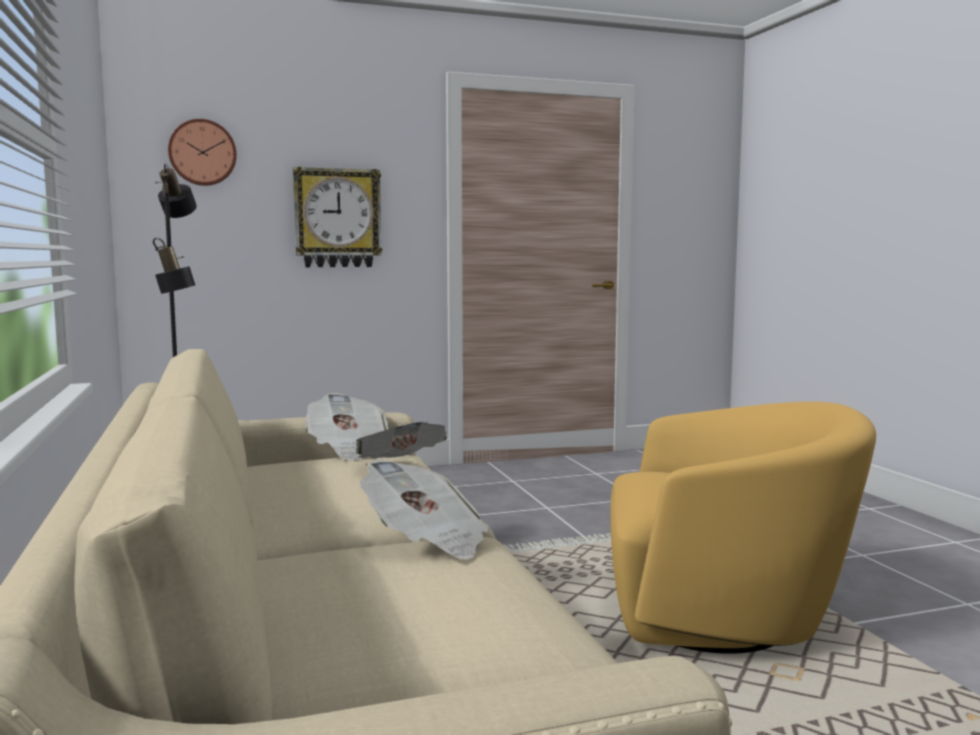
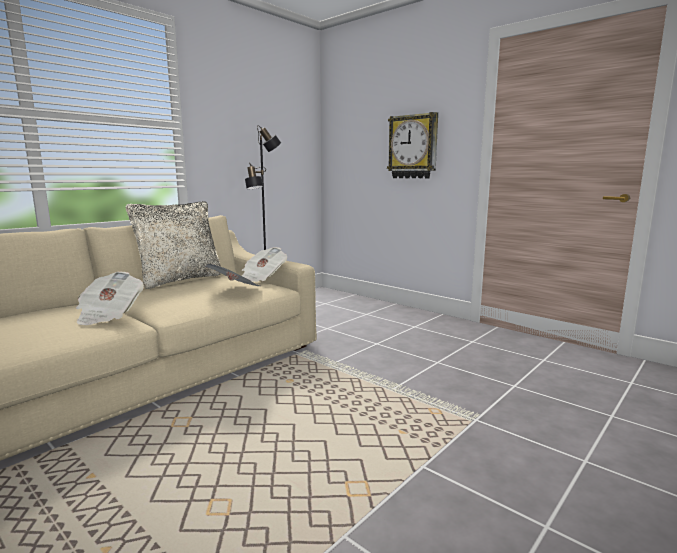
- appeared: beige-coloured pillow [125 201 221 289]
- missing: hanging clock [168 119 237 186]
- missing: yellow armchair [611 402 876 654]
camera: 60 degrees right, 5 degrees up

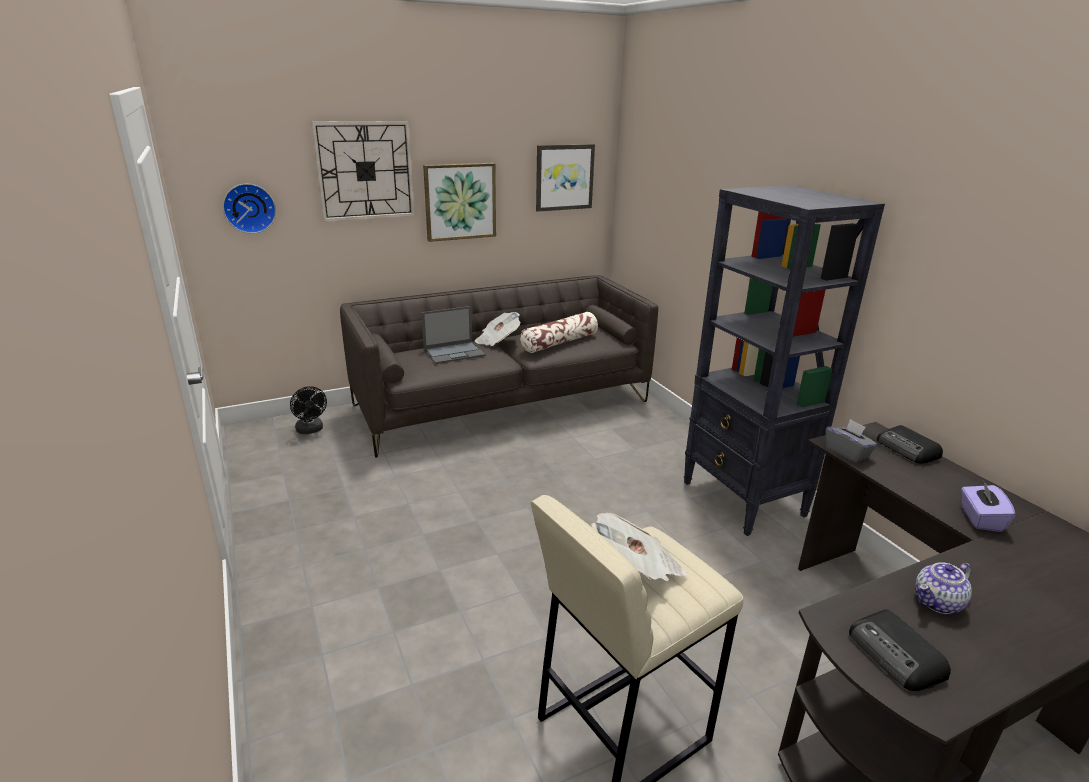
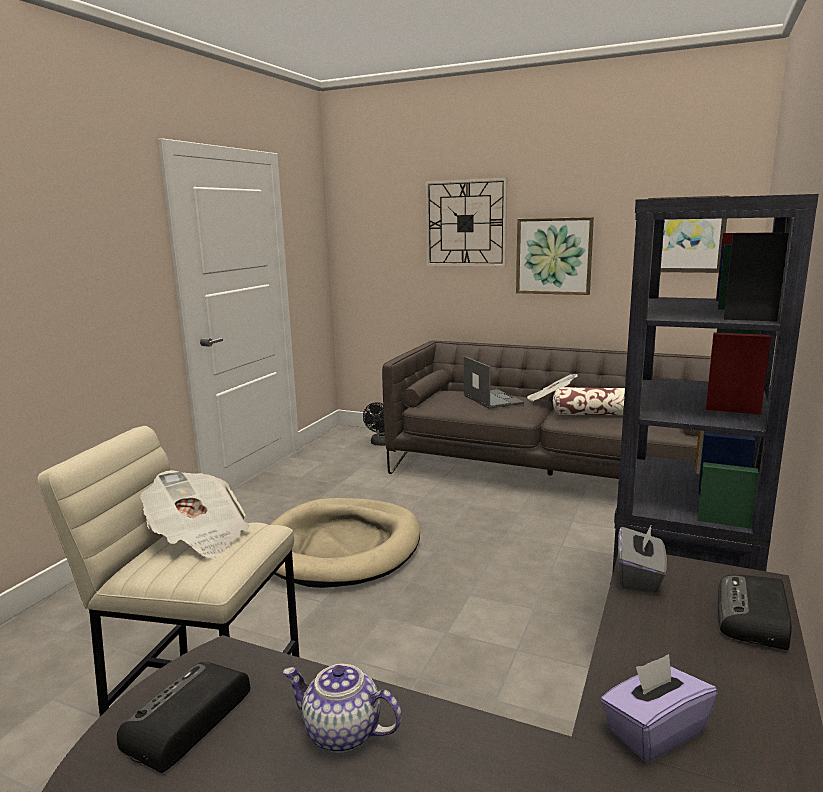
- appeared: beige-coloured dog cushion [270 498 420 588]
- spun: portable computer [421 306 486 364] = [464 356 524 409] 135 degrees counterclockwise
- missing: hanging clock [223 184 276 234]
camera: 50 degrees right, 10 degrees down

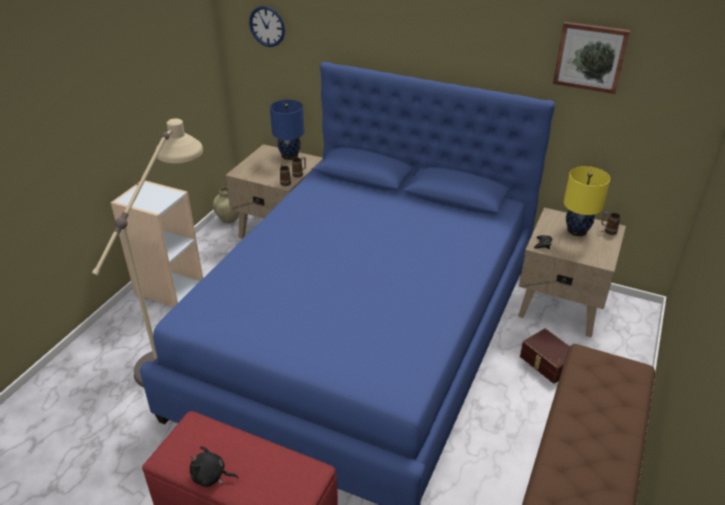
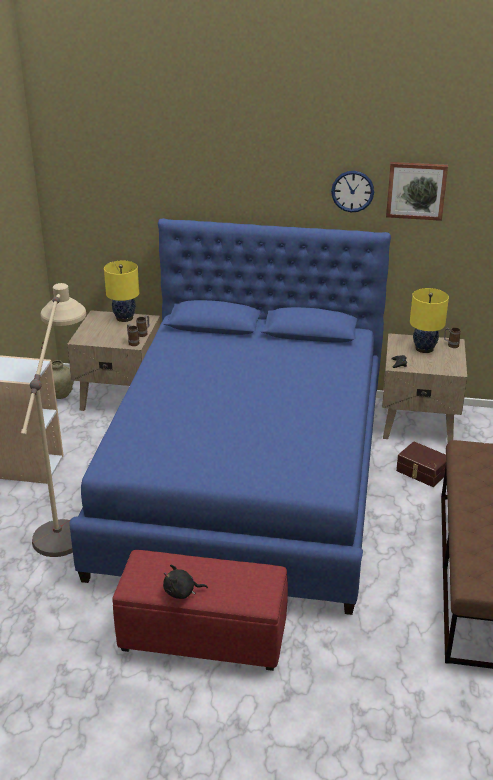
- colour: bluish table lamp [270 100 304 160] to yellow table lamp [104 261 139 322]
- relocated: hanging clock [249 6 285 47] to [331 171 374 212]
camera: 15 degrees left, 5 degrees down

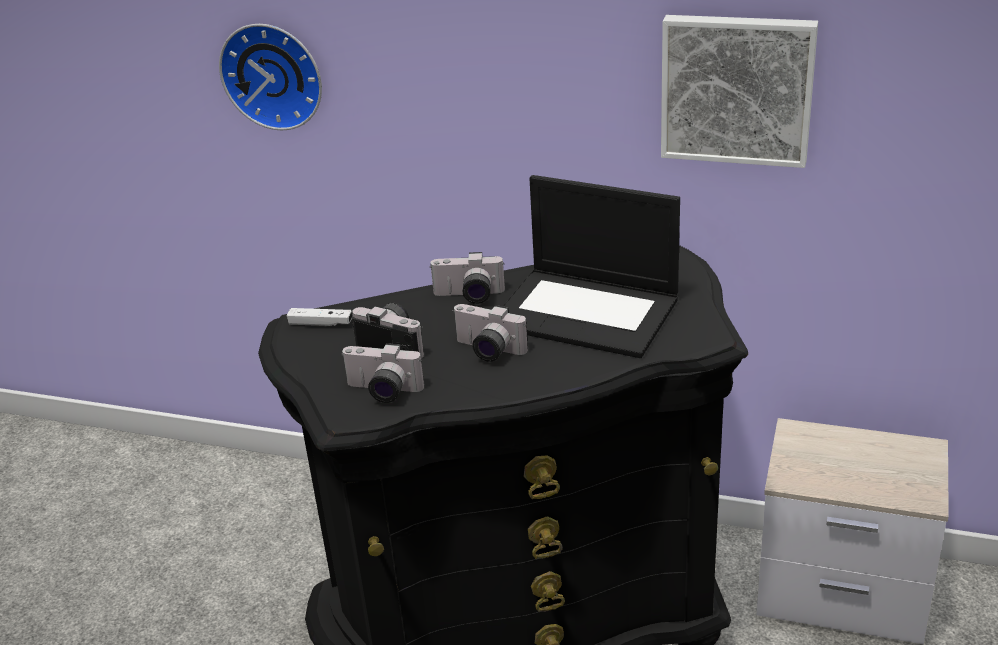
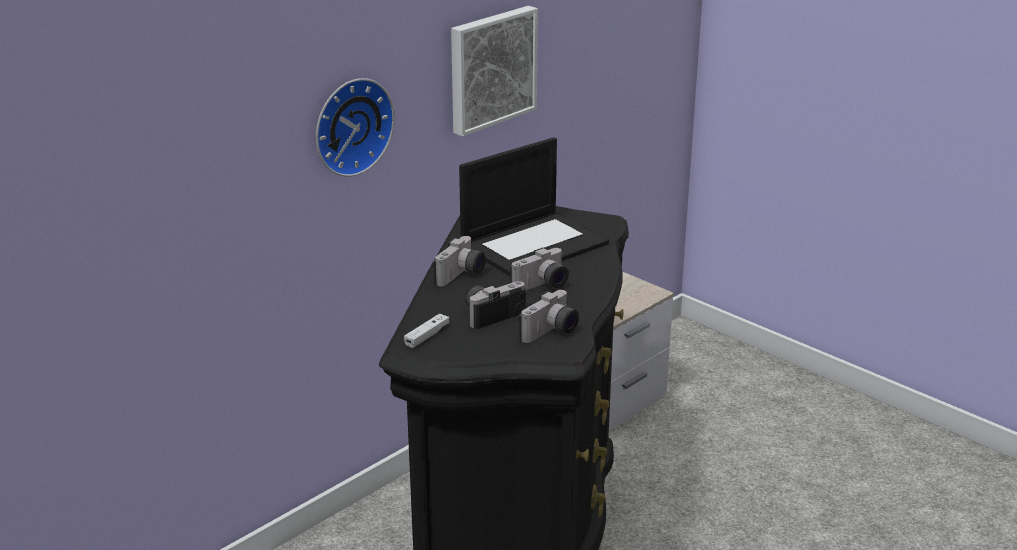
- relocated: hanging clock [219 24 322 130] to [316 78 395 177]
camera: 65 degrees left, 5 degrees down

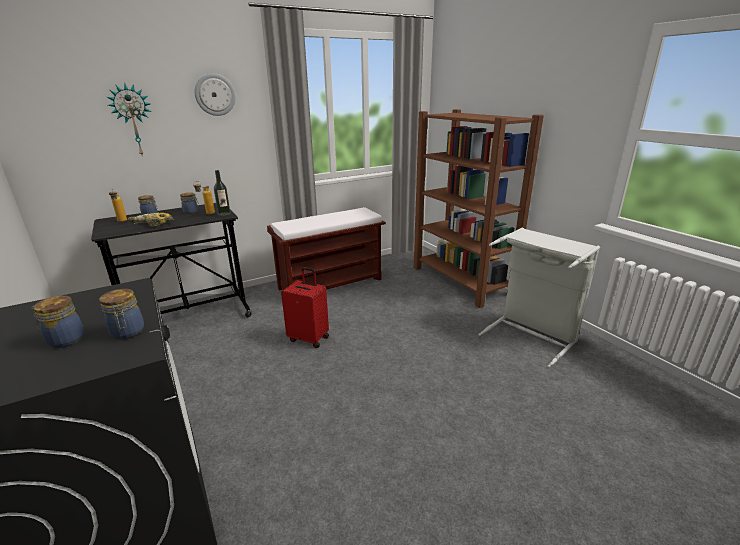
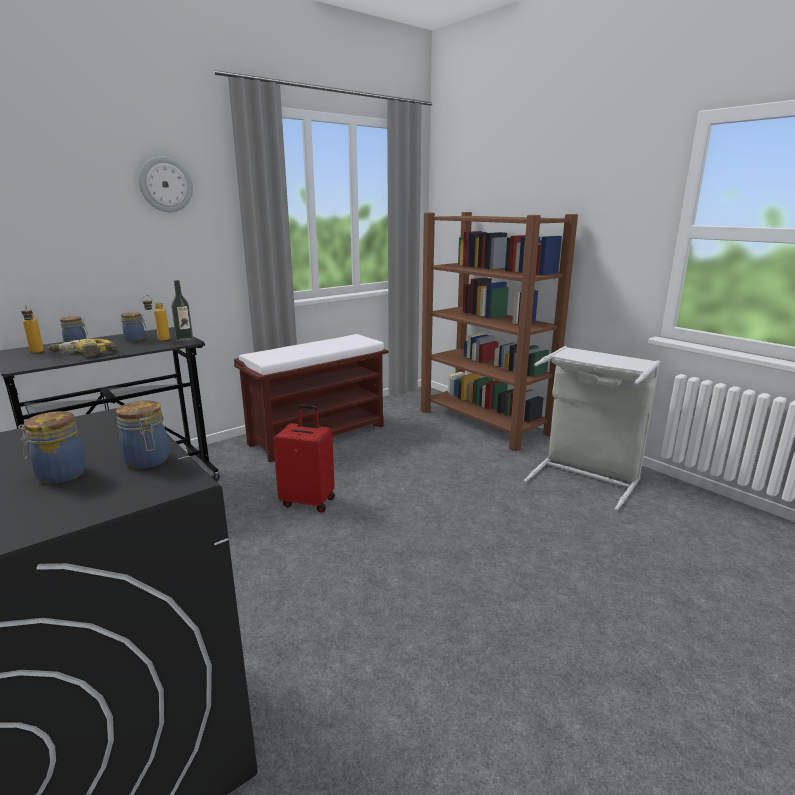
- missing: hanging clock [107 83 152 157]
camera: 10 degrees left, 5 degrees down

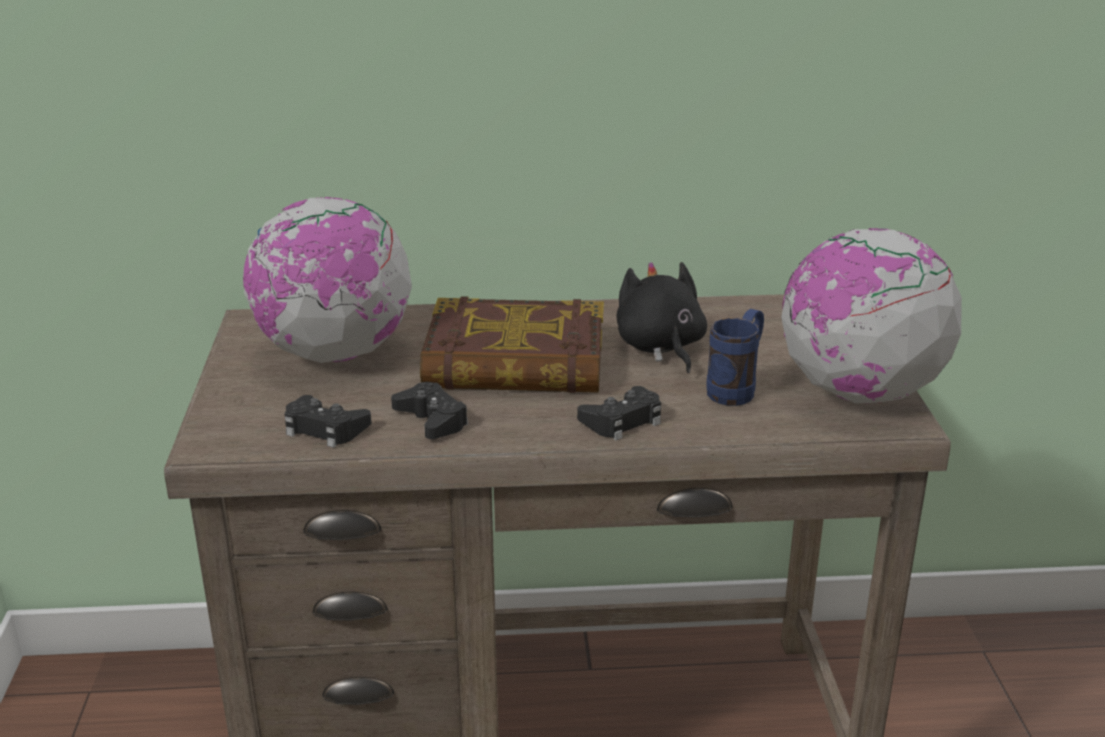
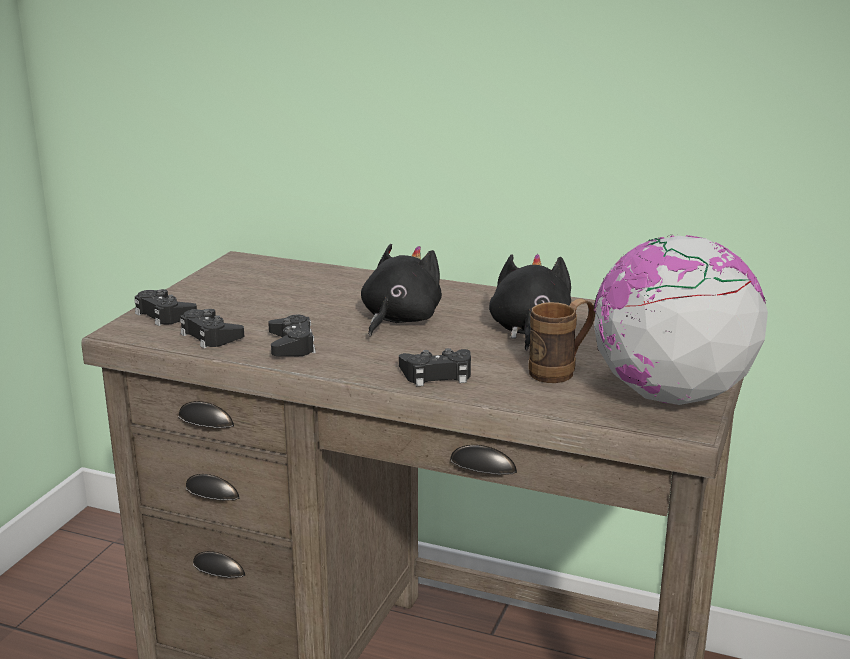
- appeared: black joypad [134 289 197 326]
- exchanged: volume [420 296 604 393] to black soft toy [361 244 442 337]
- colour: bluish tea mug [706 309 764 406] to brown-coloured tea mug [529 299 595 383]
- missing: desk globe [243 197 412 363]
camera: 25 degrees right, 5 degrees down

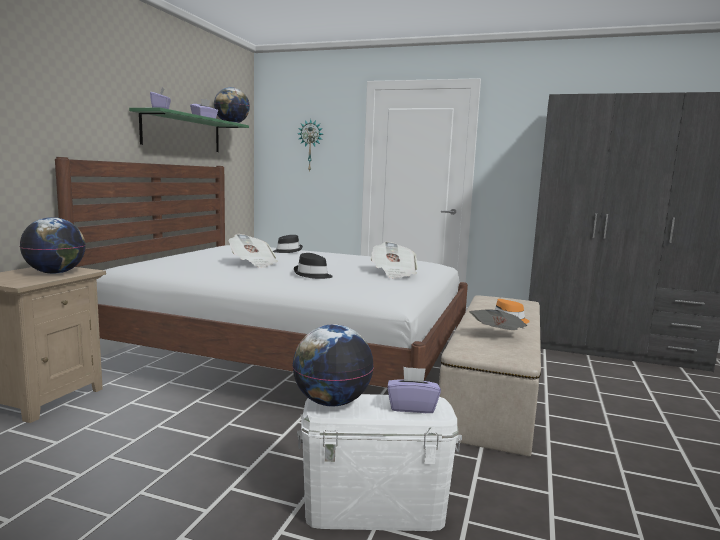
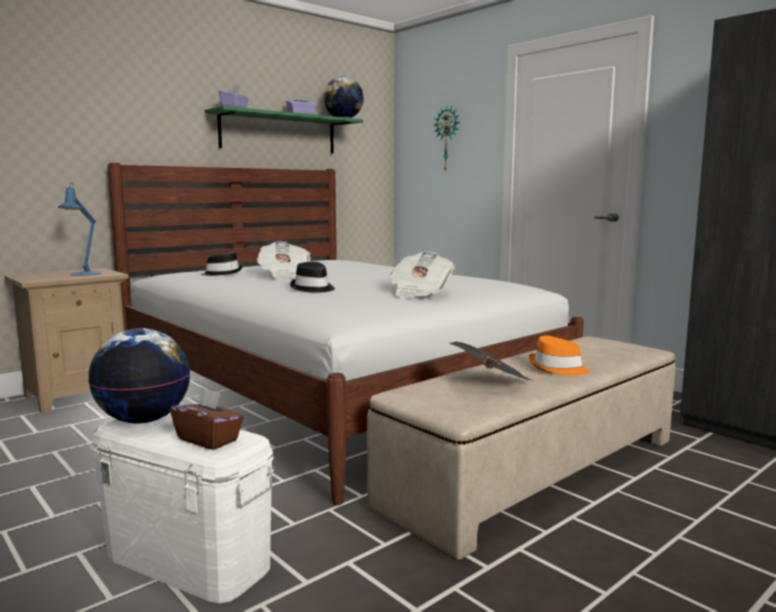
- exchanged: desk globe [20 217 86 274] to bluish table lamp [58 182 101 276]
- colour: purple box of tissues [387 367 441 413] to brown-coloured box of tissues [170 388 244 450]
- relocated: black hat [273 235 303 253] to [201 252 243 276]
camera: 30 degrees right, 0 degrees up

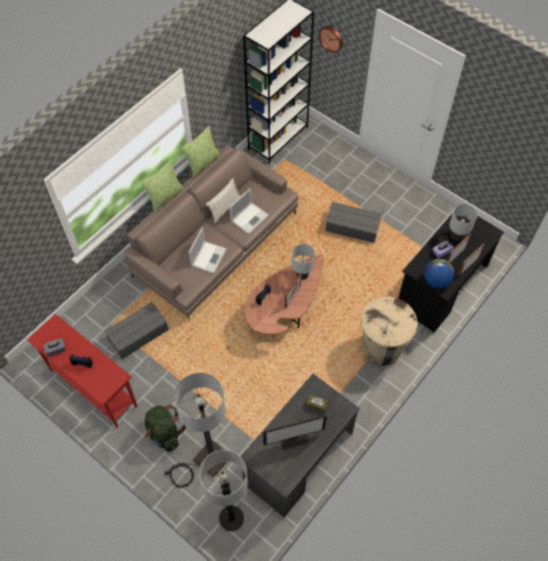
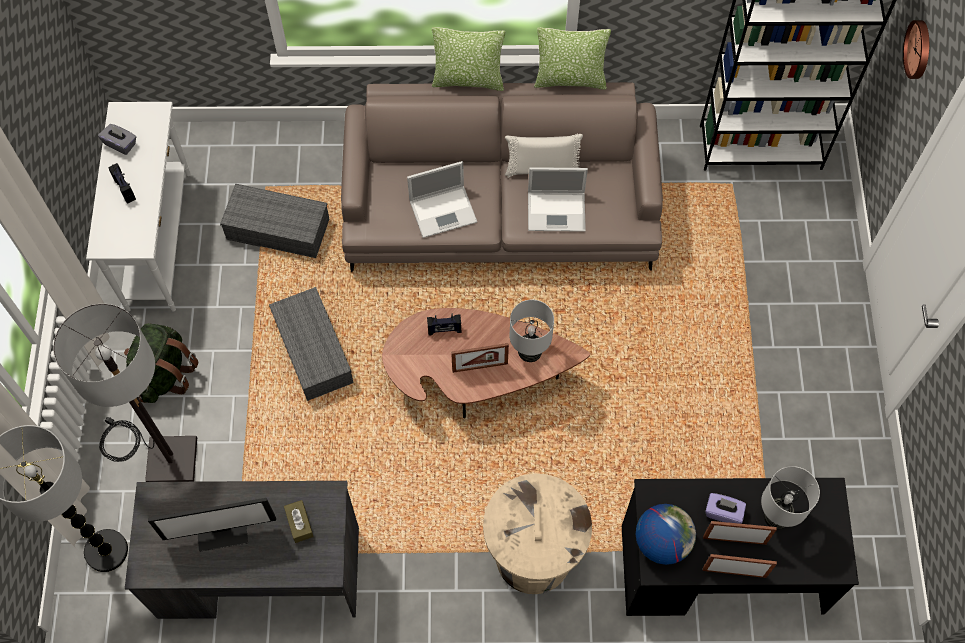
- colour: red-coloured hall table [27 314 137 427] to white-coloured hall table [86 102 190 312]
- spun: computer display [263 415 327 451] = [148 498 276 552] 45 degrees counterclockwise
- relocated: gray storage bin [325 202 382 243] to [269 287 354 401]
camera: 50 degrees right, 5 degrees up

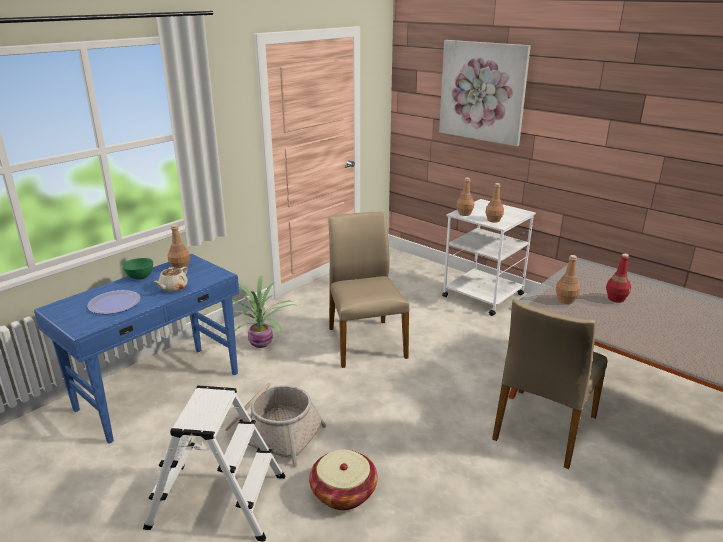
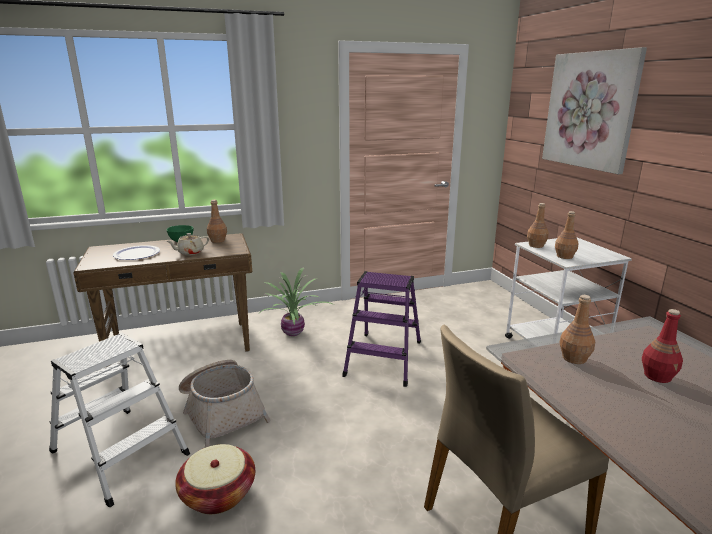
- colour: bluish hall table [34 254 239 443] to brown-coloured hall table [73 233 252 367]
- exchanged: beige-coloured upright chair [329 212 409 368] to purple step stool [342 271 421 387]
camera: 30 degrees right, 5 degrees down

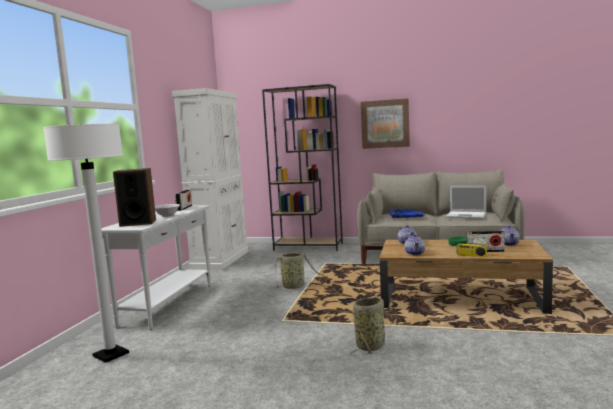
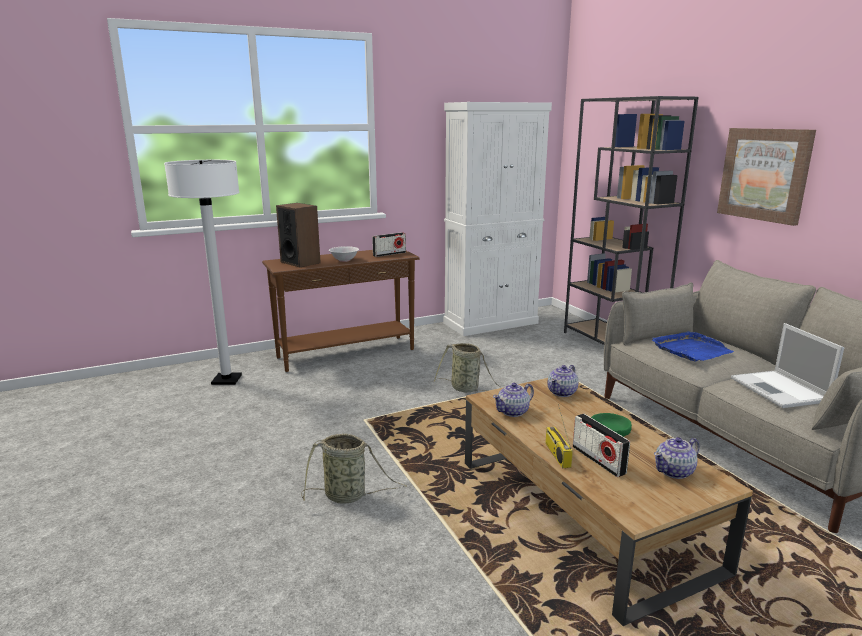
- colour: white-coloured hall table [101 205 211 330] to brown-coloured hall table [262 250 419 373]
camera: 50 degrees right, 10 degrees up

